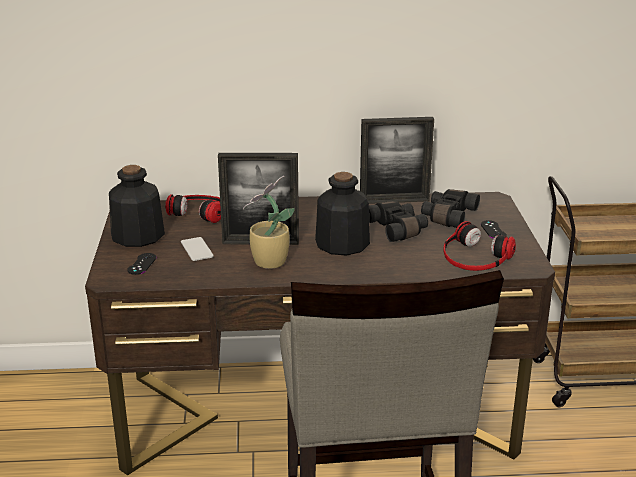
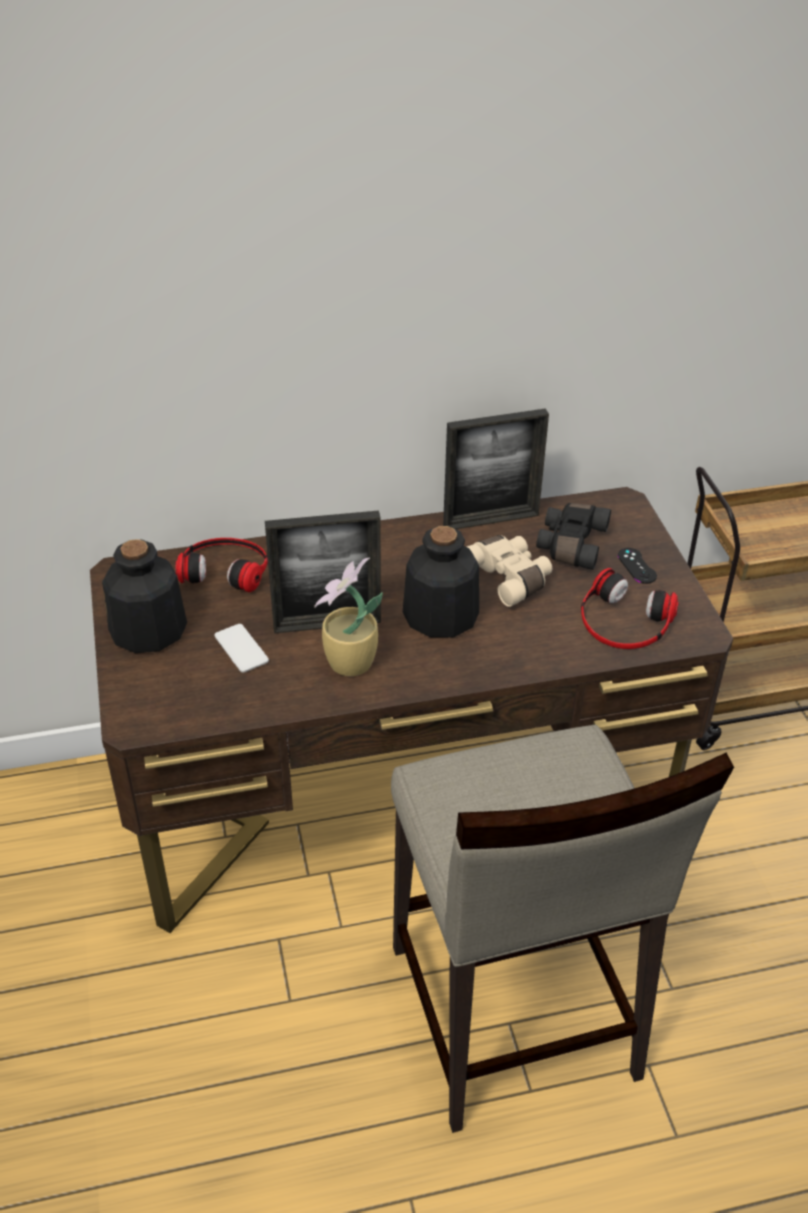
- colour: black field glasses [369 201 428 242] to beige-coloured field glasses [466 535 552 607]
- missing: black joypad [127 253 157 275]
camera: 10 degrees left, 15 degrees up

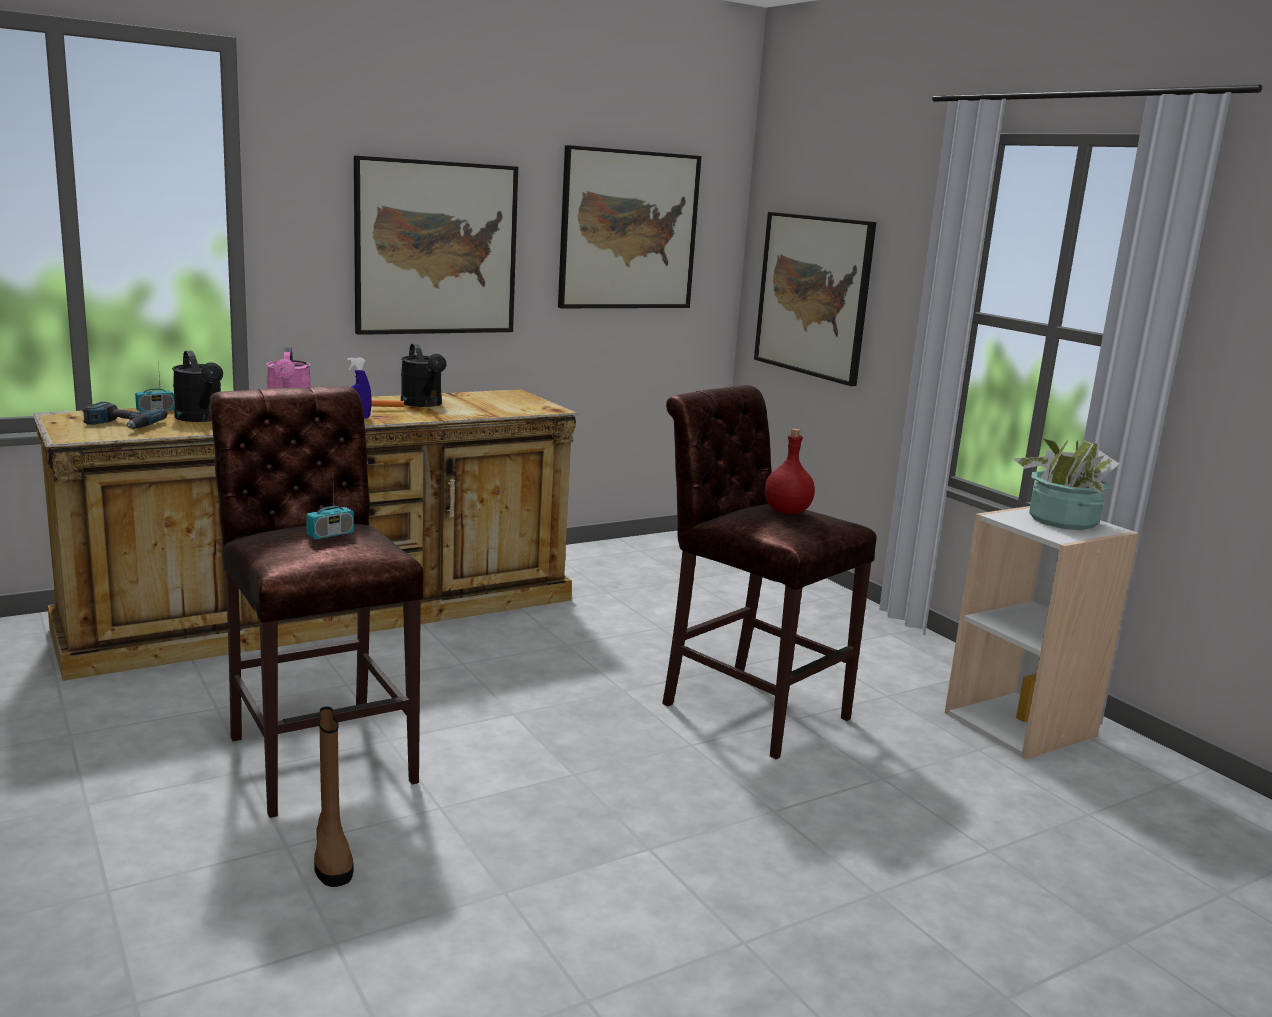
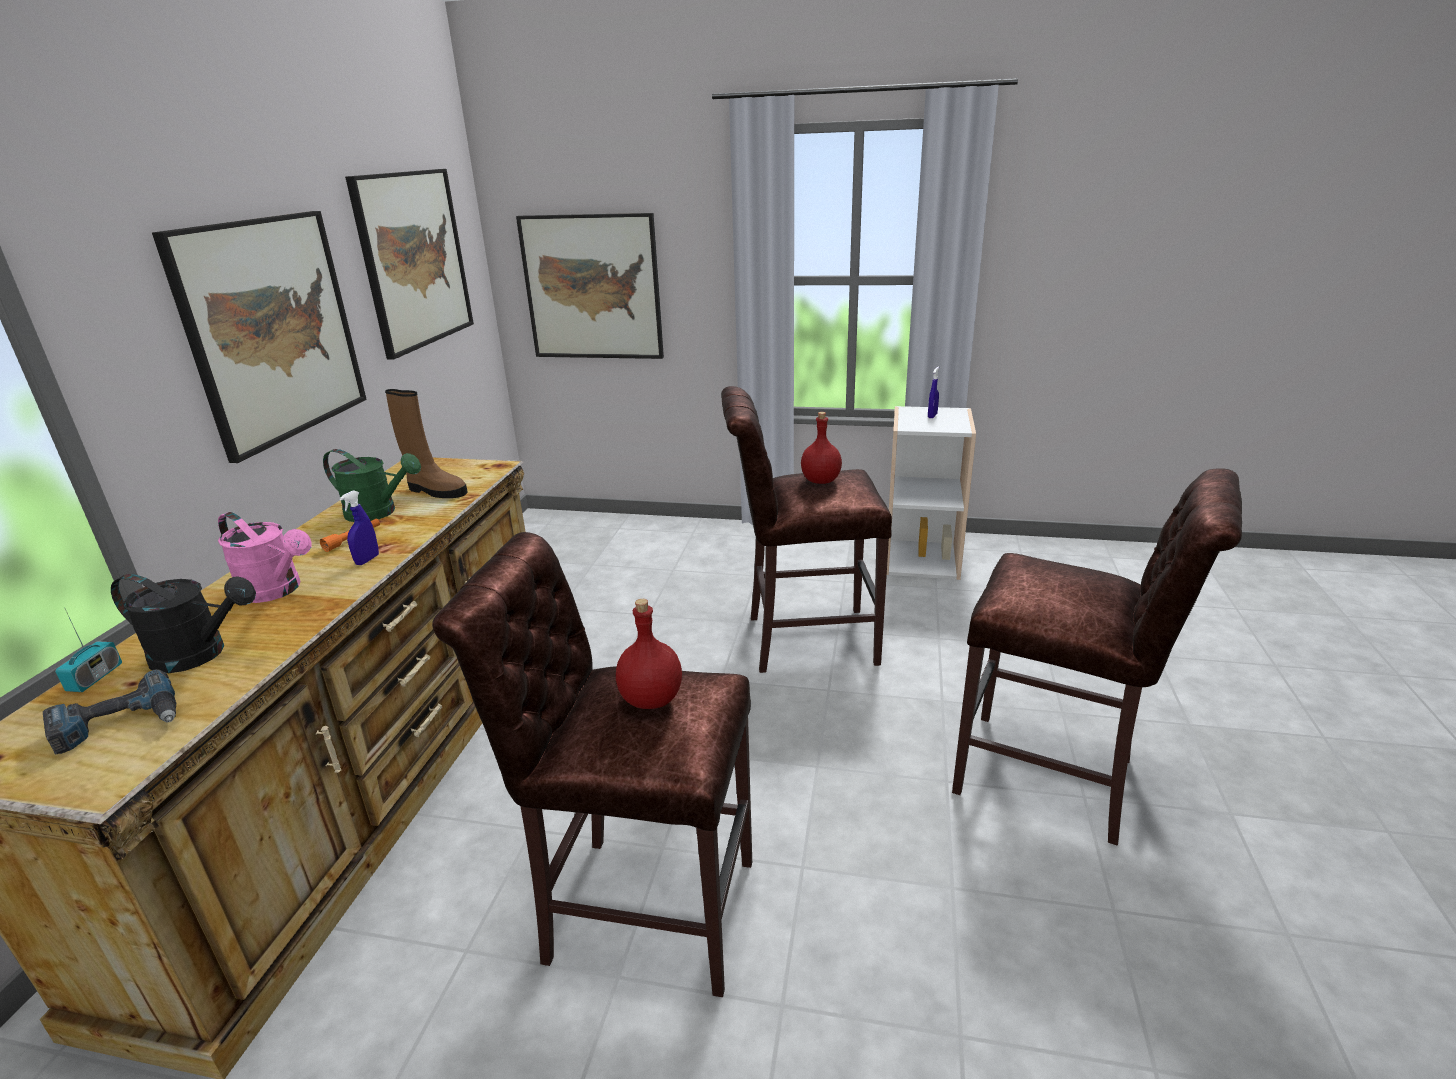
- colour: black watering can [401 344 447 407] to green-coloured watering can [323 449 421 522]
- relocated: brown-coloured high-top boot [314 707 353 887] to [385 389 468 498]
- exchanged: radio [306 477 354 539] to red-coloured drink bottle [616 599 682 709]
- exchanged: houseplant [1012 438 1120 530] to bluish hand sprayer [928 367 939 418]
- appeared: brown-coloured stool seat [952 468 1242 846]
camera: 45 degrees left, 10 degrees up

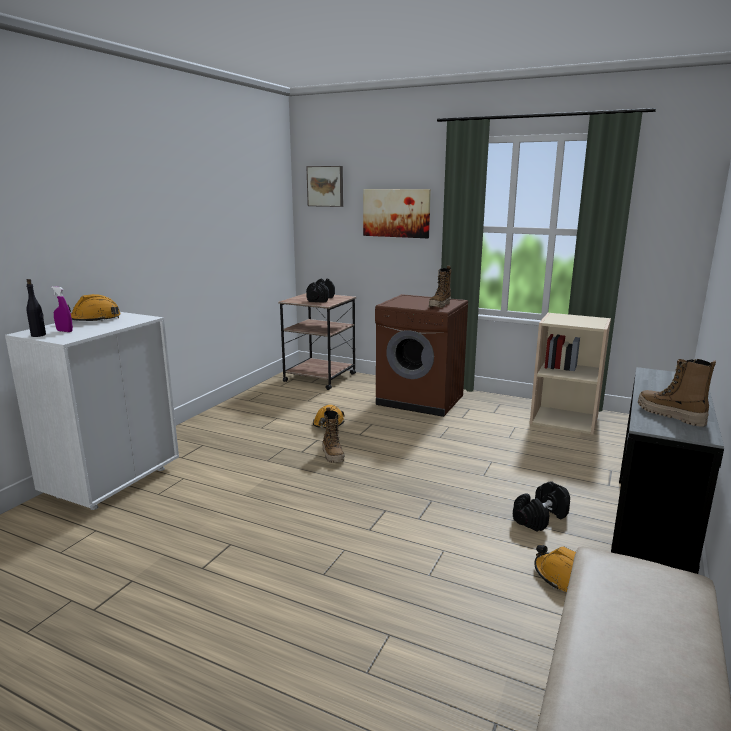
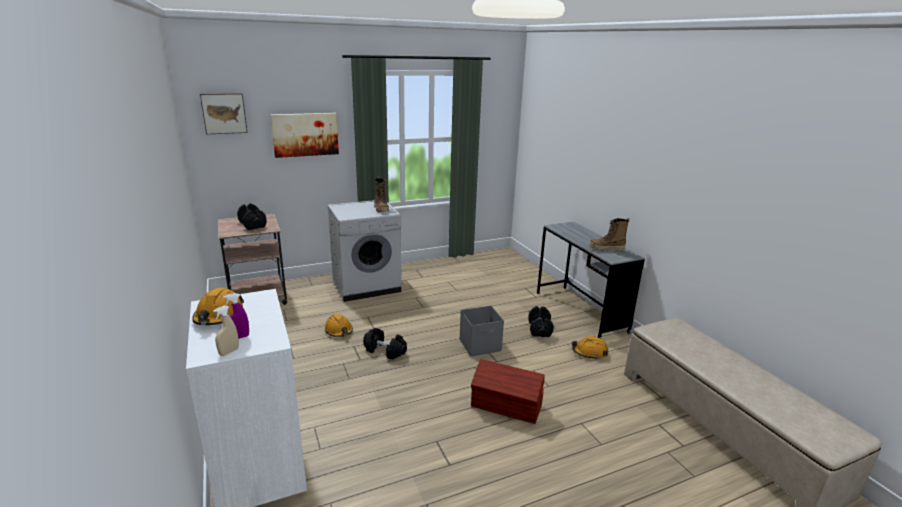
- exchanged: black drink bottle [26 279 46 337] to beige-coloured hand sprayer [213 305 239 356]
- colour: brown-coloured washing machine [375 294 468 417] to white-coloured washing machine [328 200 401 302]
- exchanged: high-top boot [322 407 344 463] to black dumbbell [363 328 407 360]
- appeared: gray storage bin [460 306 504 356]
- appeared: brown-coloured storage bin [471 359 545 424]
- missing: beige-coloured bookcase [530 313 611 435]
camera: 50 degrees left, 5 degrees up

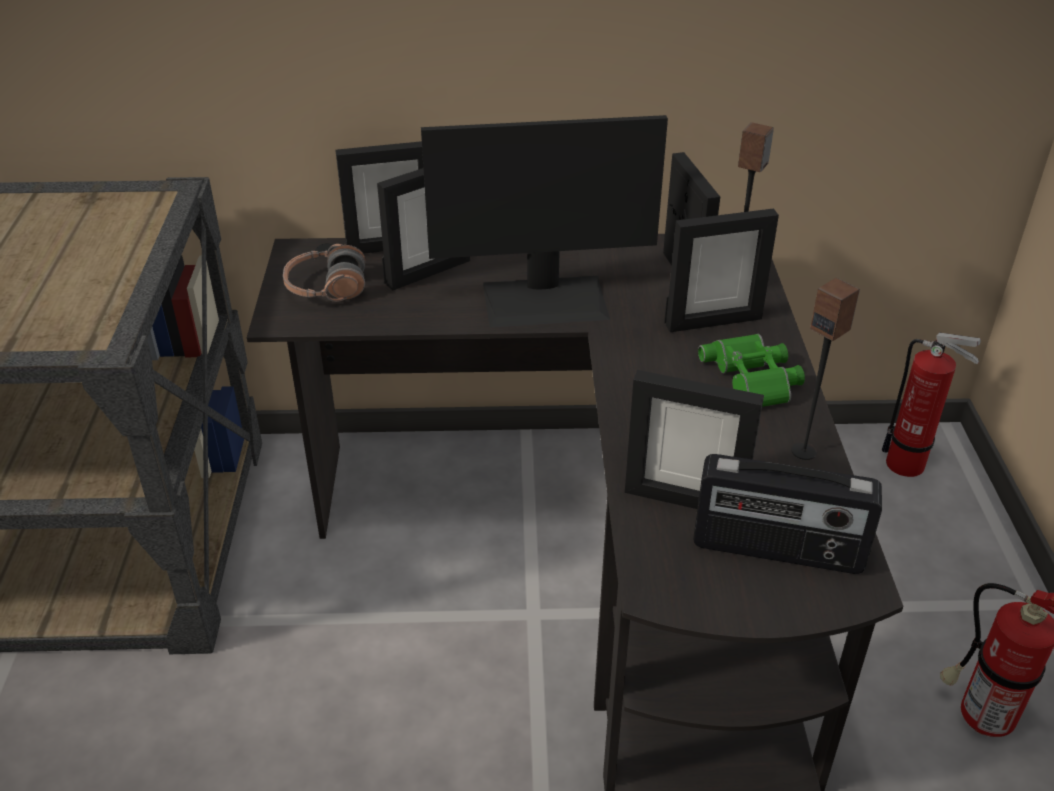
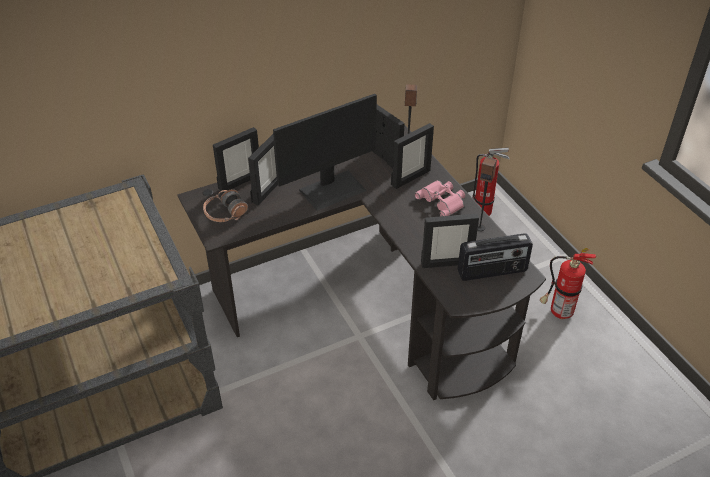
- colour: green-coloured field glasses [698 334 805 407] to pinkish field glasses [415 180 465 216]
camera: 25 degrees left, 5 degrees up

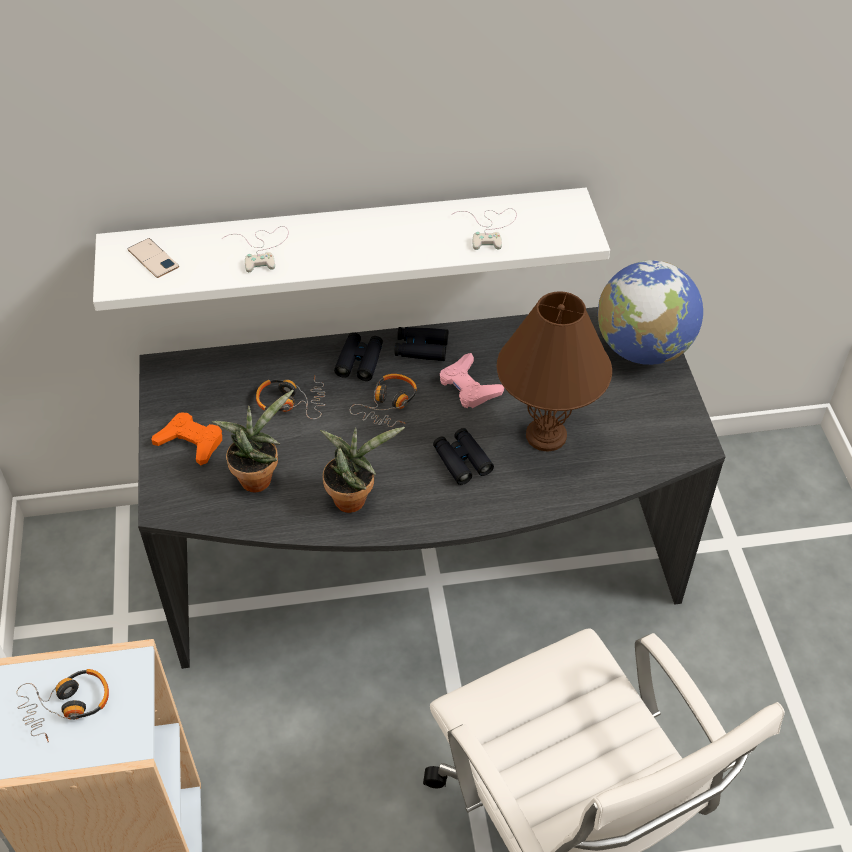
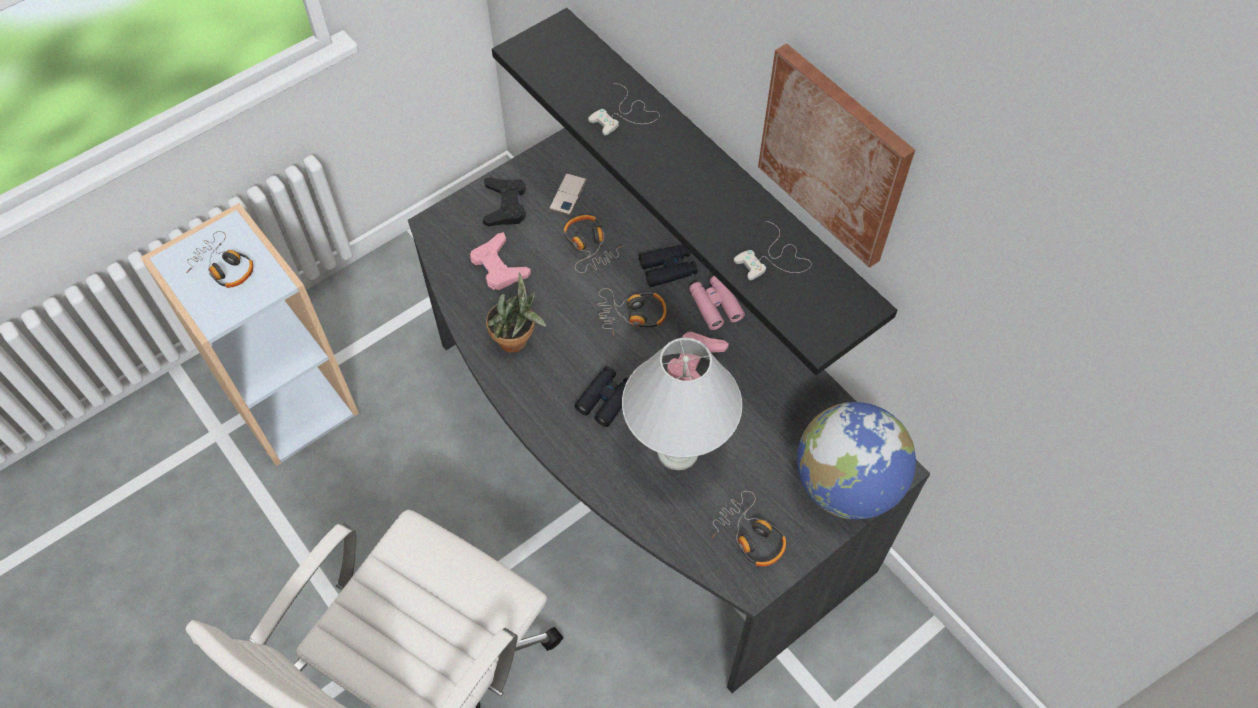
- exchanged: houseplant [212 390 294 492] to pinkish joypad [470 232 531 290]
- colour: orangey joypad [151 413 222 465] to black joypad [483 177 526 226]
- colour: white-coloured shelf [93 188 610 311] to black shelf [492 8 897 375]
- relocated: telephone [128 238 179 278] to [549 173 587 215]
- colour: brown-coloured table lamp [497 291 612 452] to white-coloured table lamp [622 338 742 470]
- colour: black field glasses [395 327 448 361] to pinkish field glasses [689 276 745 330]
- appeared: headset [712 491 786 567]
- appeared: picture [758 43 915 268]
camera: 60 degrees right, 10 degrees up

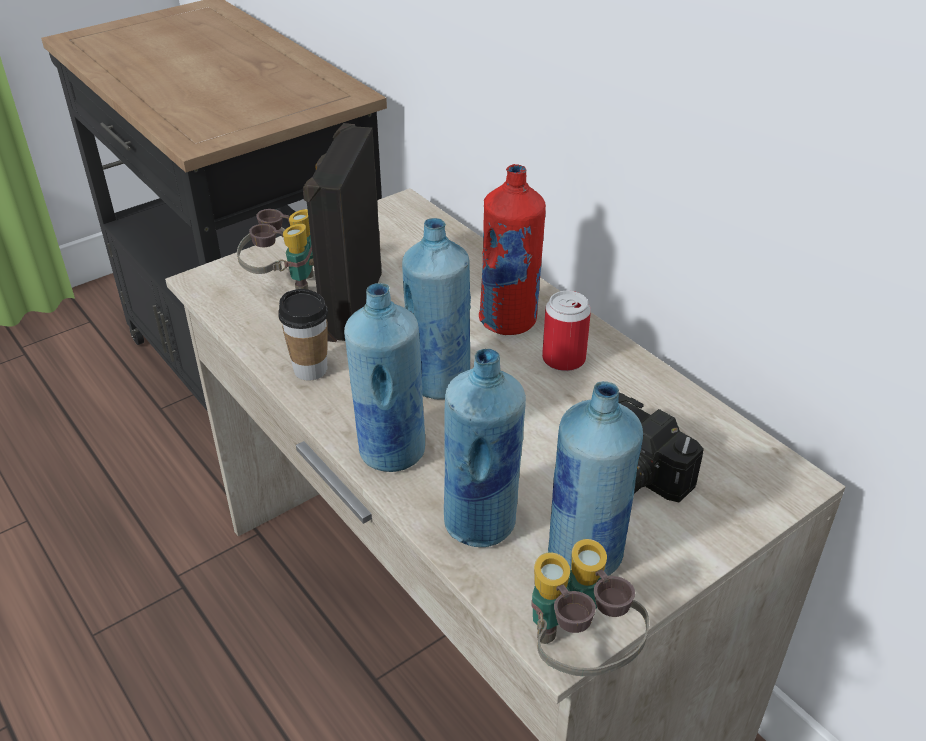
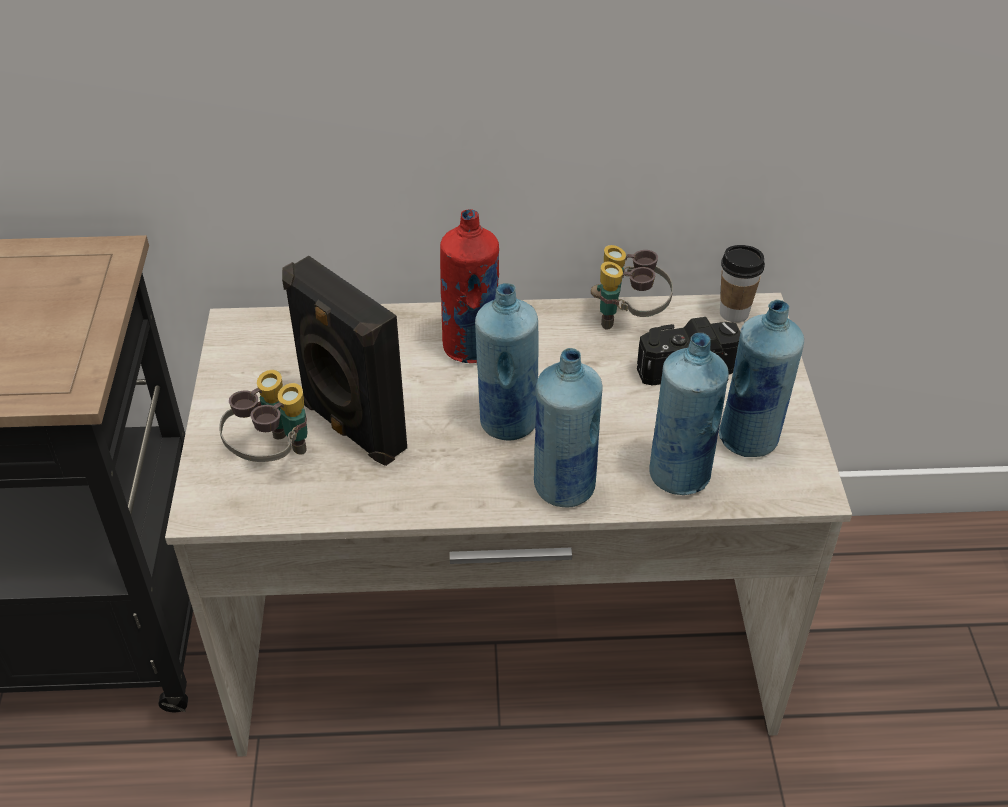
- relocated: field glasses [532 539 649 676] to [591 245 673 330]
- relocated: drinking cup [278 289 328 381] to [720 245 765 323]
- missing: sealed can [542 291 591 371]
camera: 55 degrees left, 5 degrees up

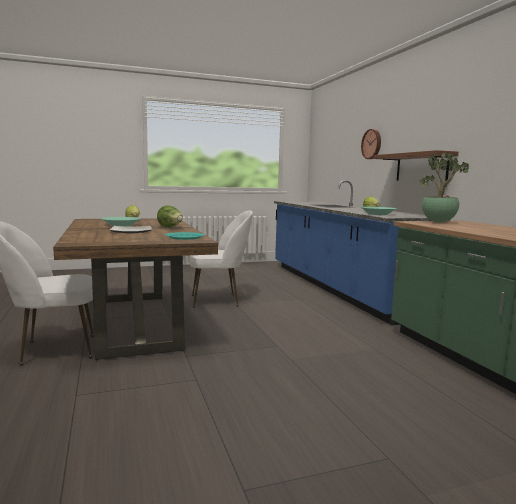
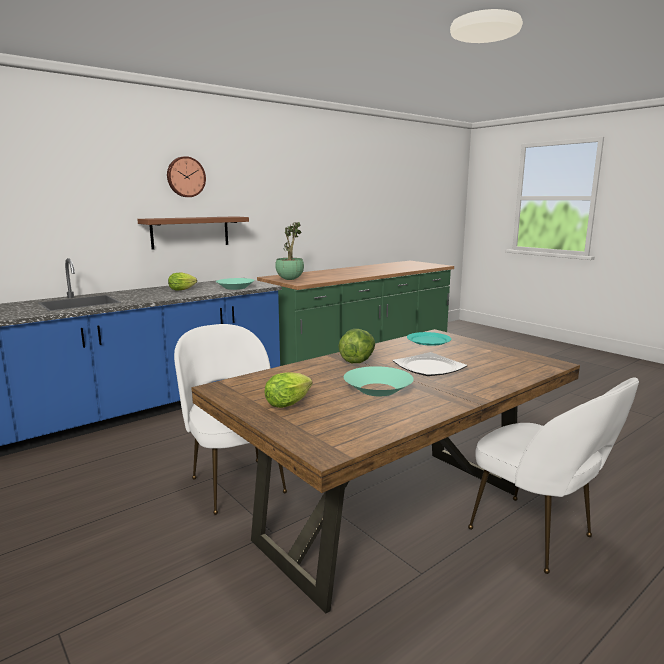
- relocated: hanging clock [361 129 381 159] to [167 156 206 197]
camera: 110 degrees left, 5 degrees up

